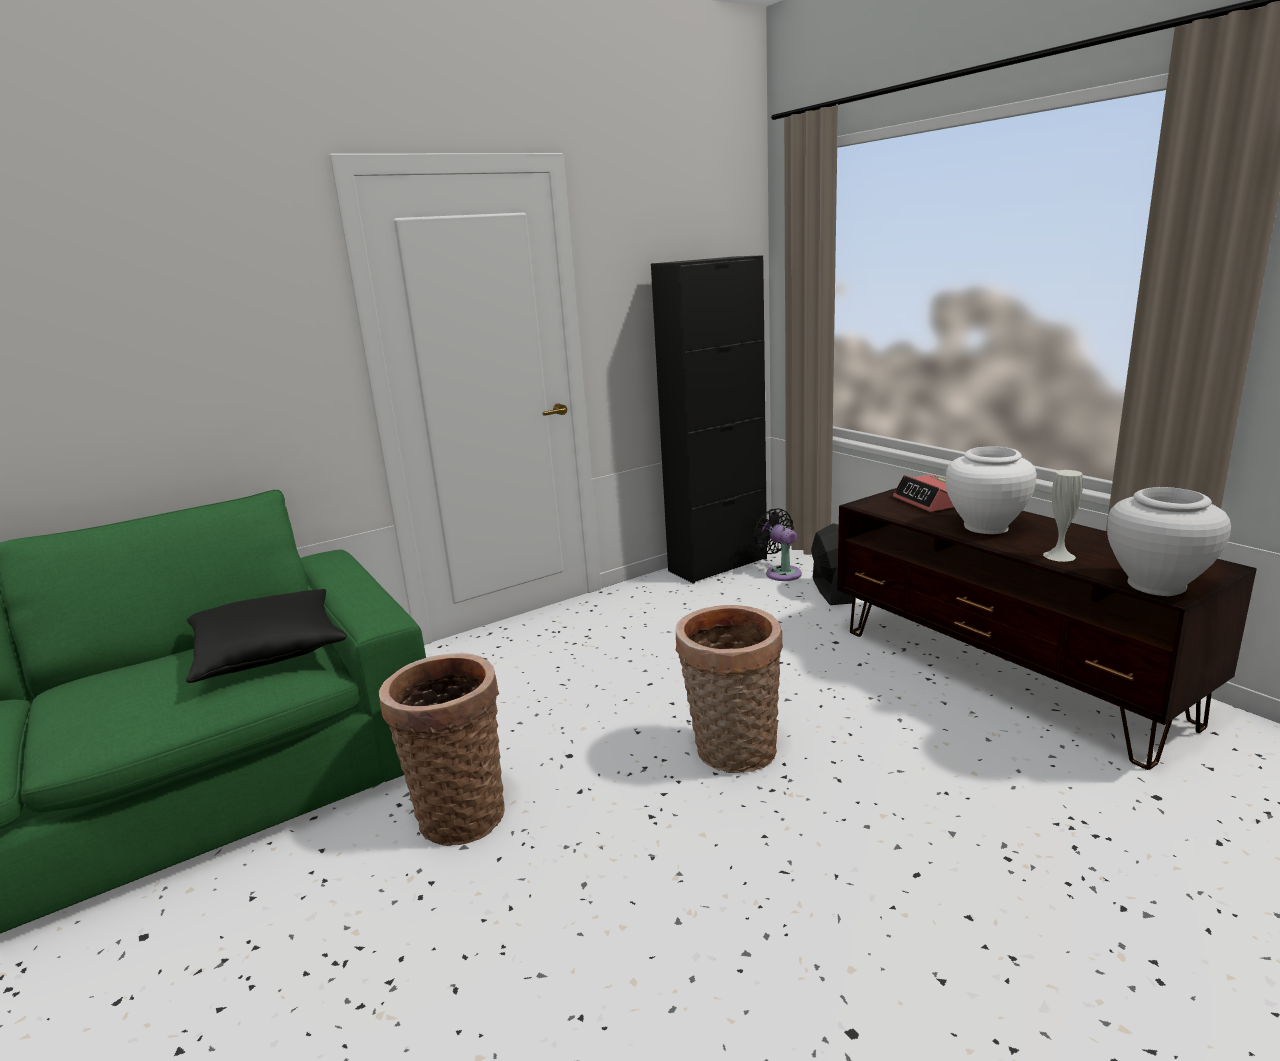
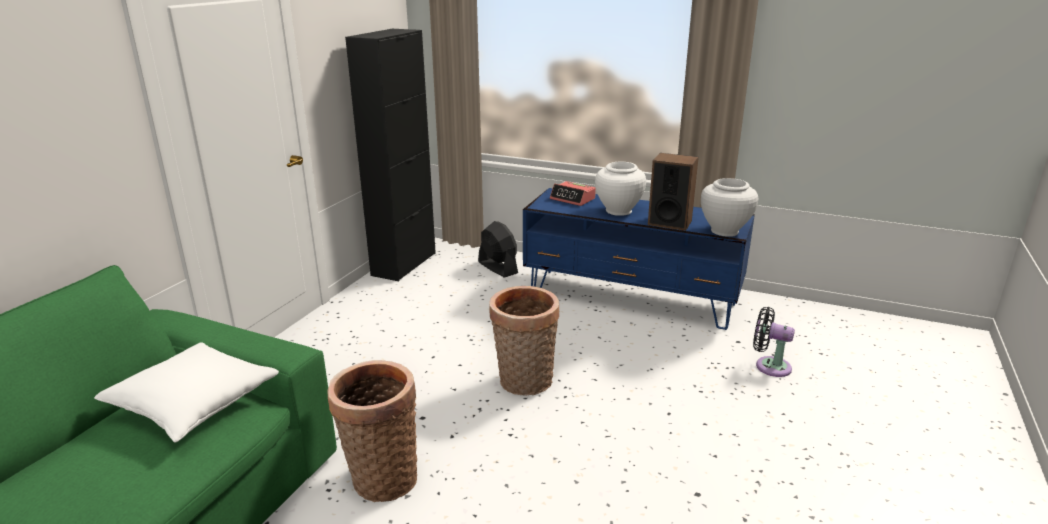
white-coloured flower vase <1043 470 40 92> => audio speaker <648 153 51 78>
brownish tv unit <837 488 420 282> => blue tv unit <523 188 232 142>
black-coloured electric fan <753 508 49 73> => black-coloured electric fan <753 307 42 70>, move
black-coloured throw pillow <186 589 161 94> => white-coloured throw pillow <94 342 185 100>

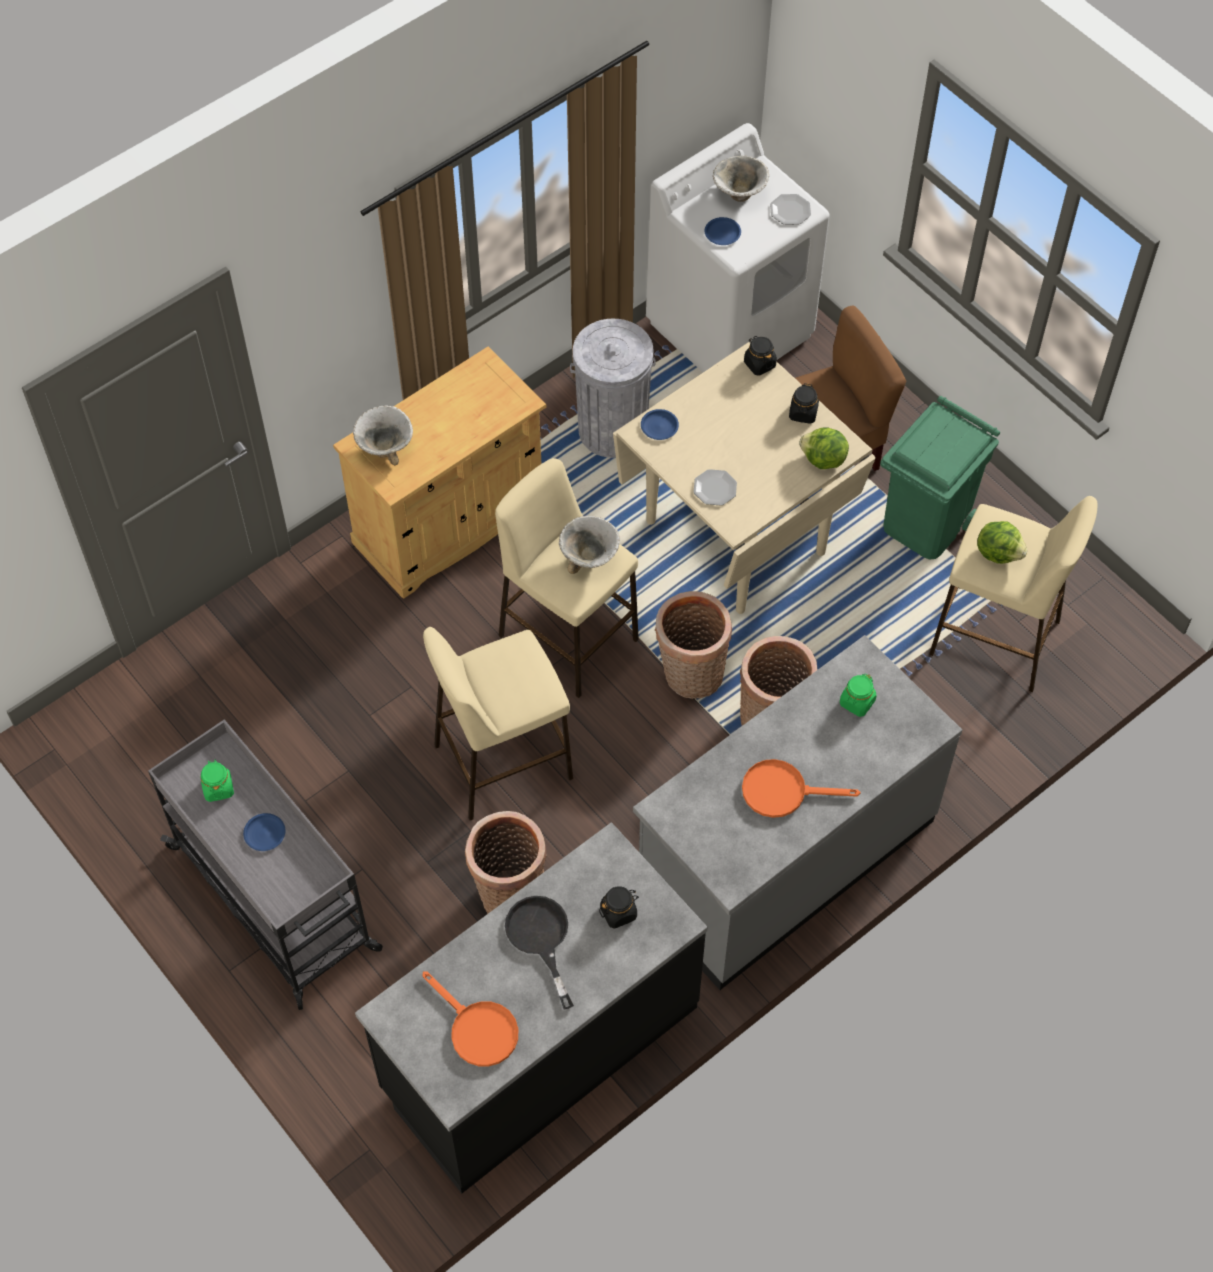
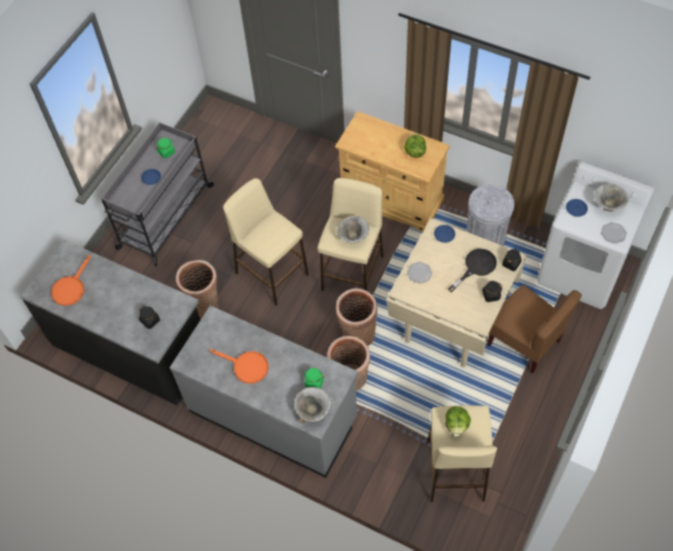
greenish trash can <880 396 120 164> => nothing
deep dish <353 405 60 60> => deep dish <294 387 37 36>, move
lettuce head <799 427 50 42> => lettuce head <404 134 22 24>, move
orangey pan <742 759 119 59> => orangey pan <210 349 58 35>, 135 degrees clockwise
black-coloured pan <505 896 69 113> => black-coloured pan <448 249 49 43>, move

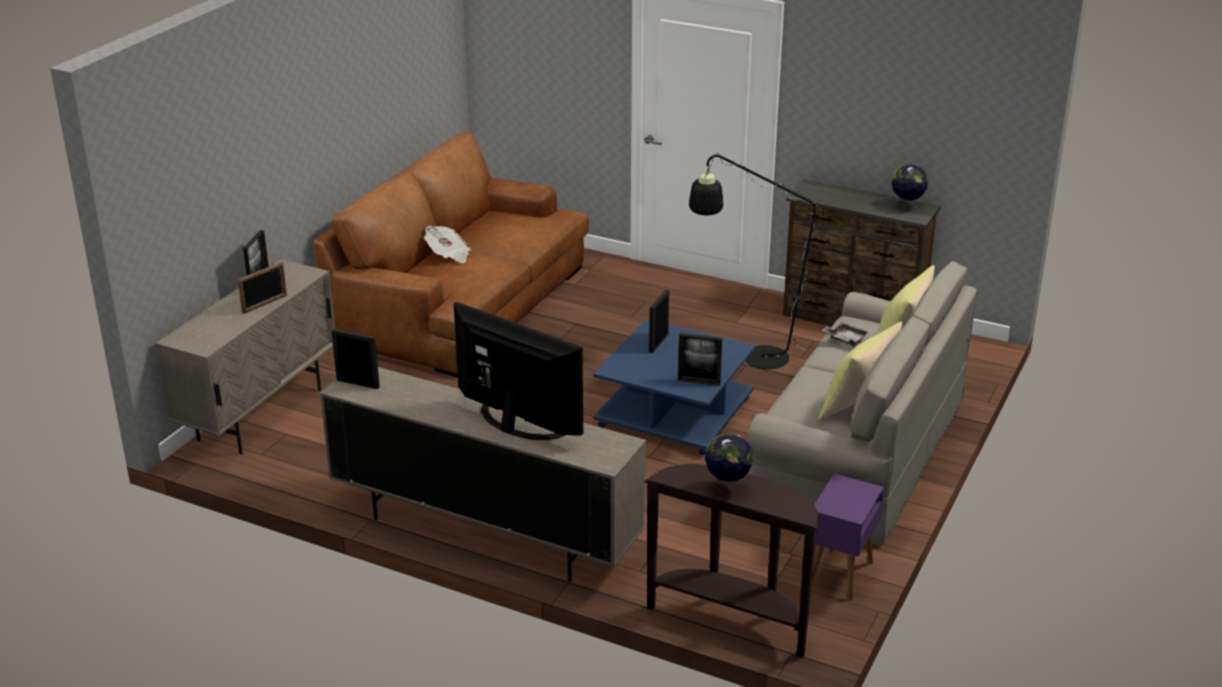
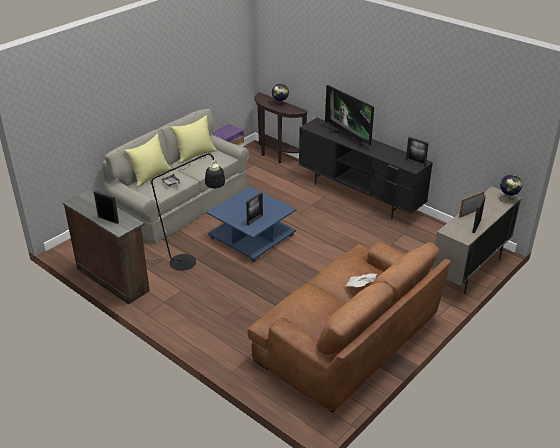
world globe <892 164 36 47> => world globe <500 175 22 26>, move
photo frame <678 333 44 53> => photo frame <94 190 25 34>, move
beige tv unit <320 367 326 215> => black-coloured tv unit <299 118 134 101>

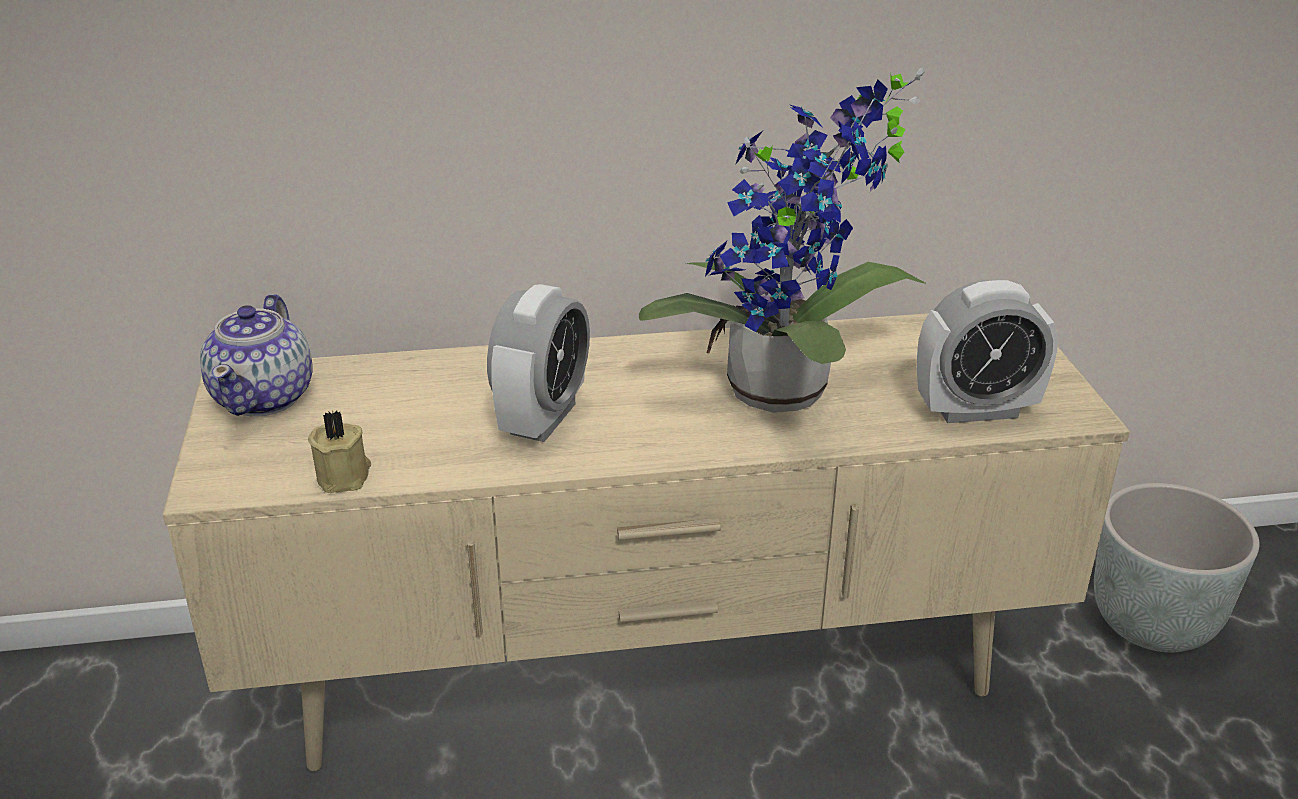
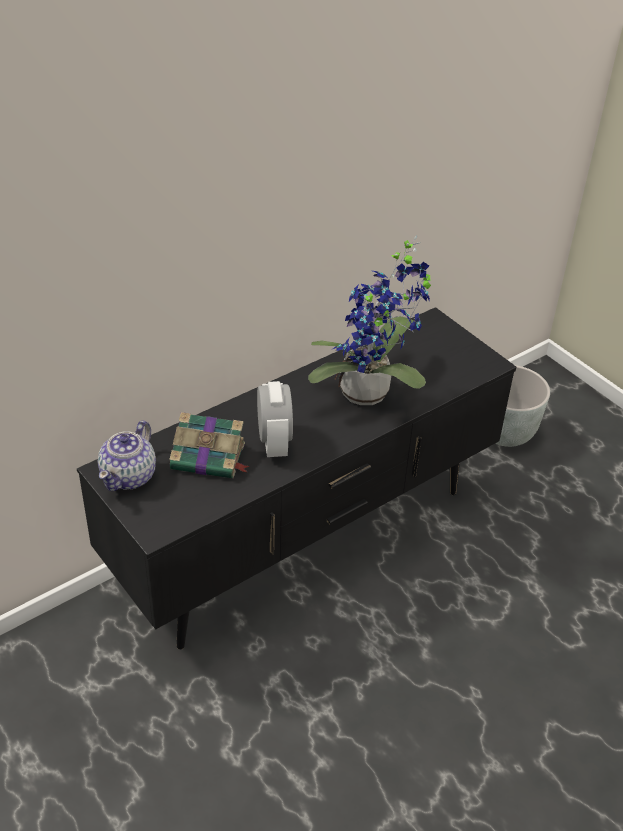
bedside clock <917 280 141 143> => nothing
pot for tea <200 294 113 122> => pot for tea <98 420 58 71>, 45 degrees clockwise
beige tv unit <163 313 967 458> => black-coloured tv unit <77 307 439 343>
beige candle <308 411 63 82> => nothing
nothing => book <169 412 81 66>

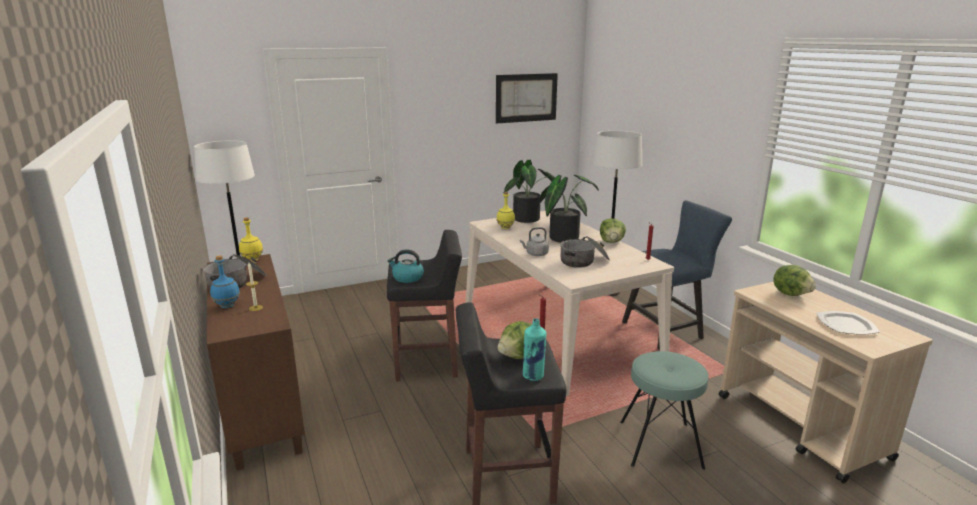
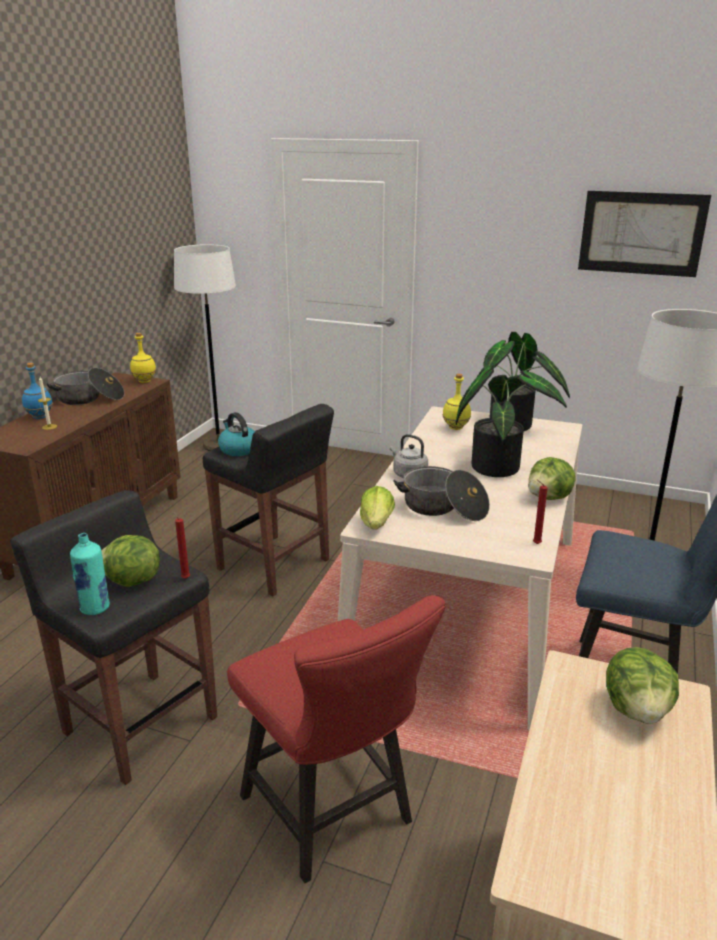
plate <816 311 64 24> => nothing
blue-green stool seat <620 351 89 119> => red chair <227 595 218 288>
nothing => lettuce head <360 486 35 44>

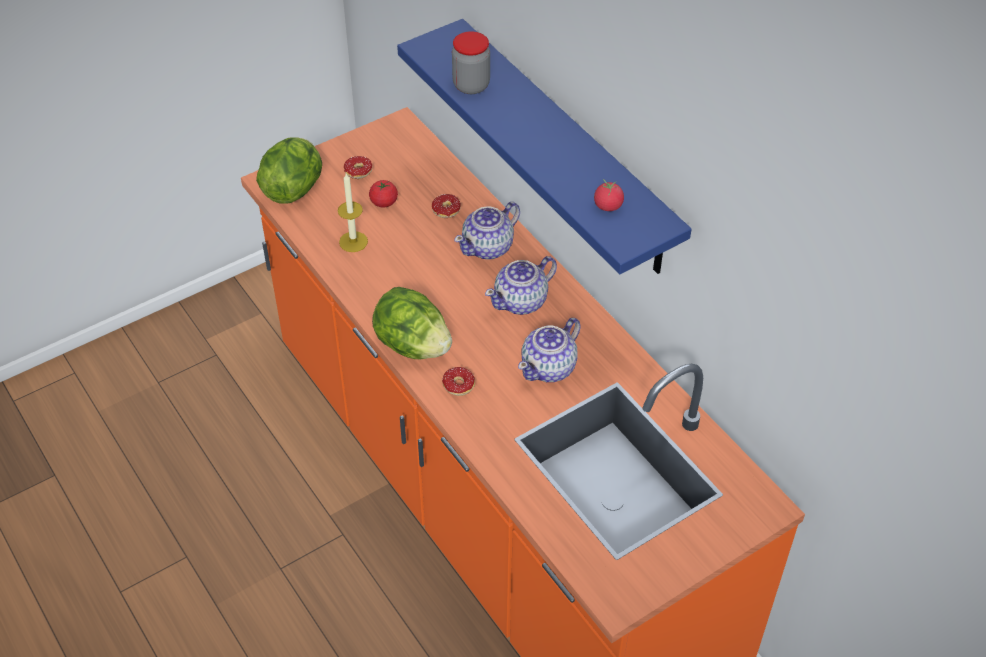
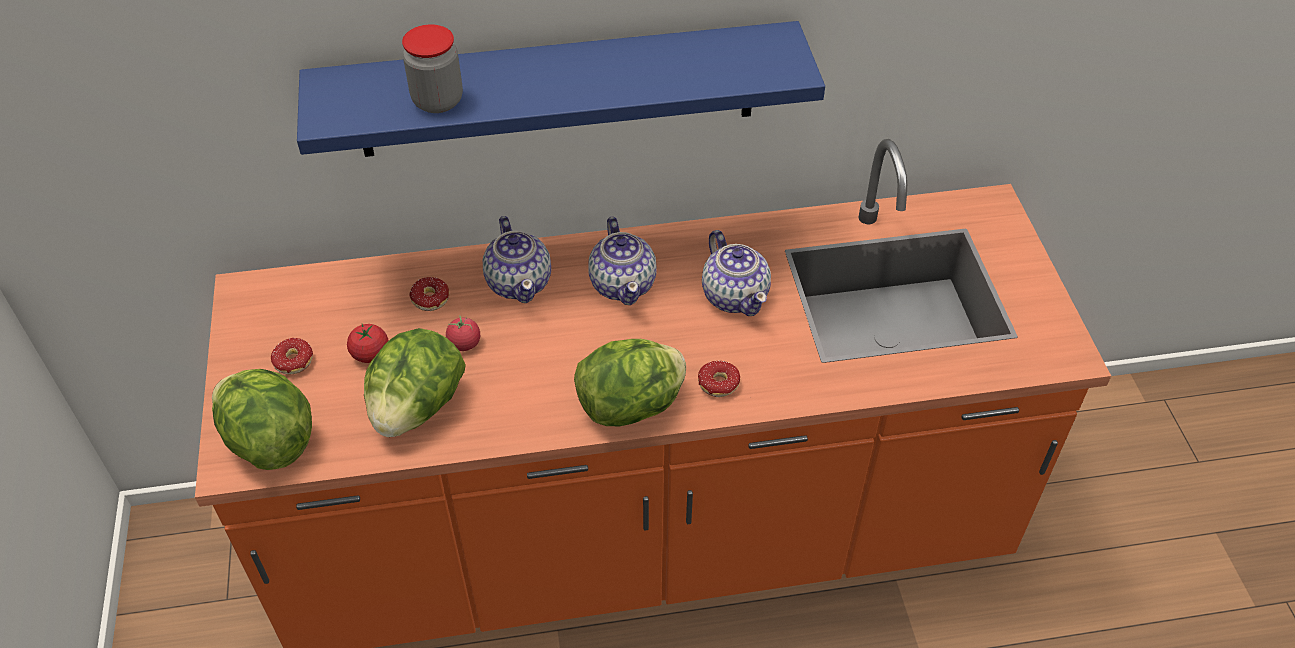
candle <338 173 30 79> => lettuce head <364 328 102 109>
tomato <594 179 30 32> => tomato <446 315 34 36>, move

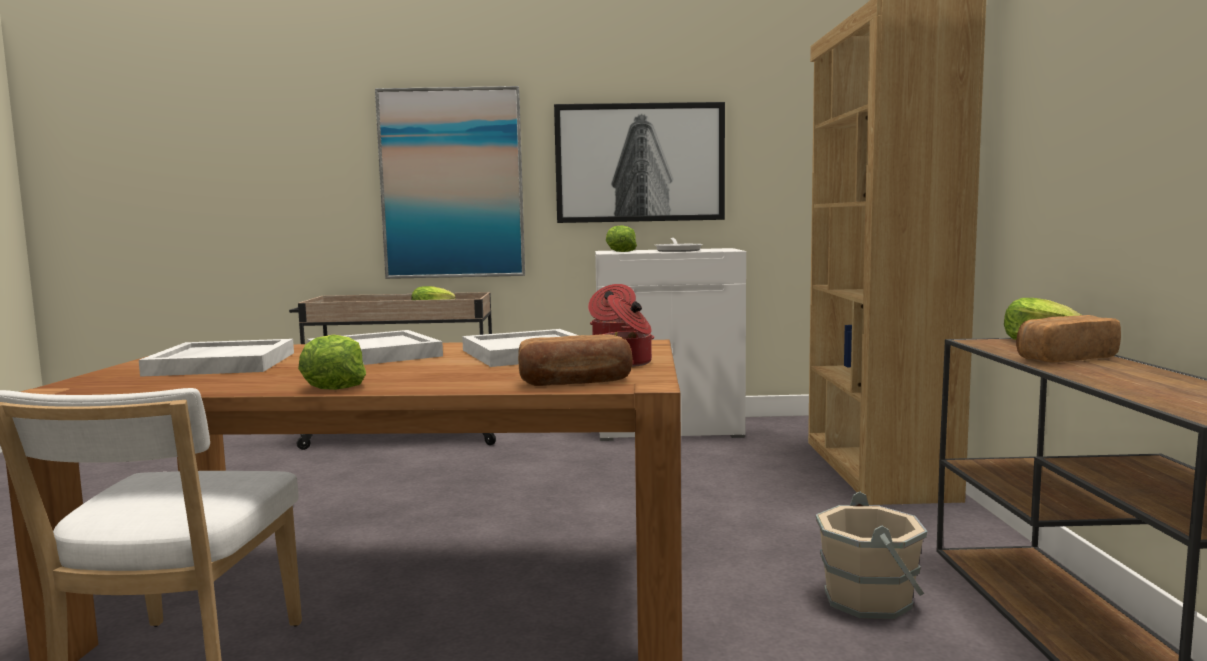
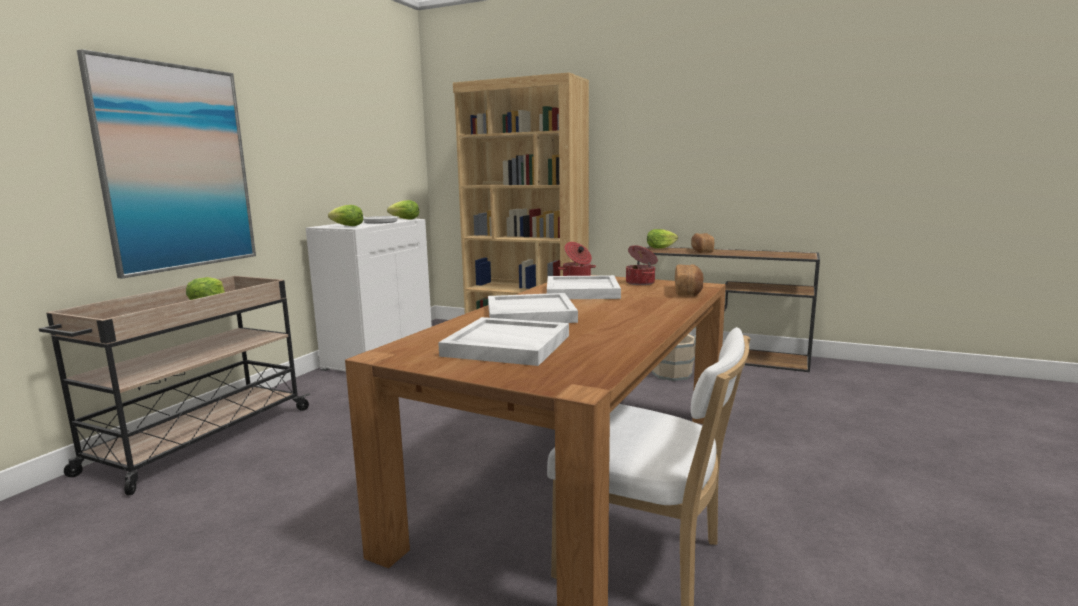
wall picture <554 102 171 121> => nothing
lettuce head <298 334 68 56> => lettuce head <387 200 32 20>, move

